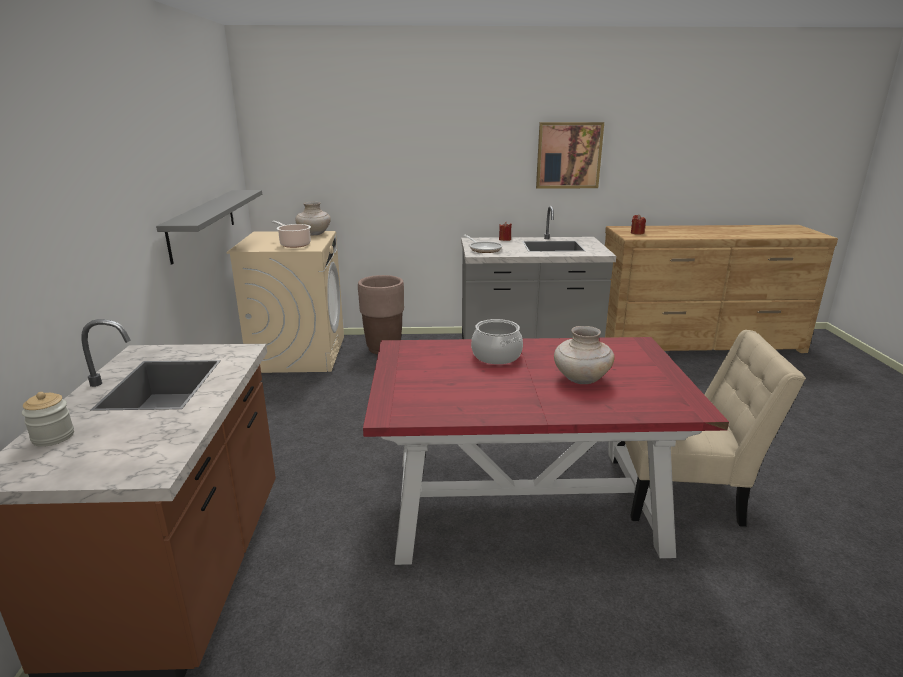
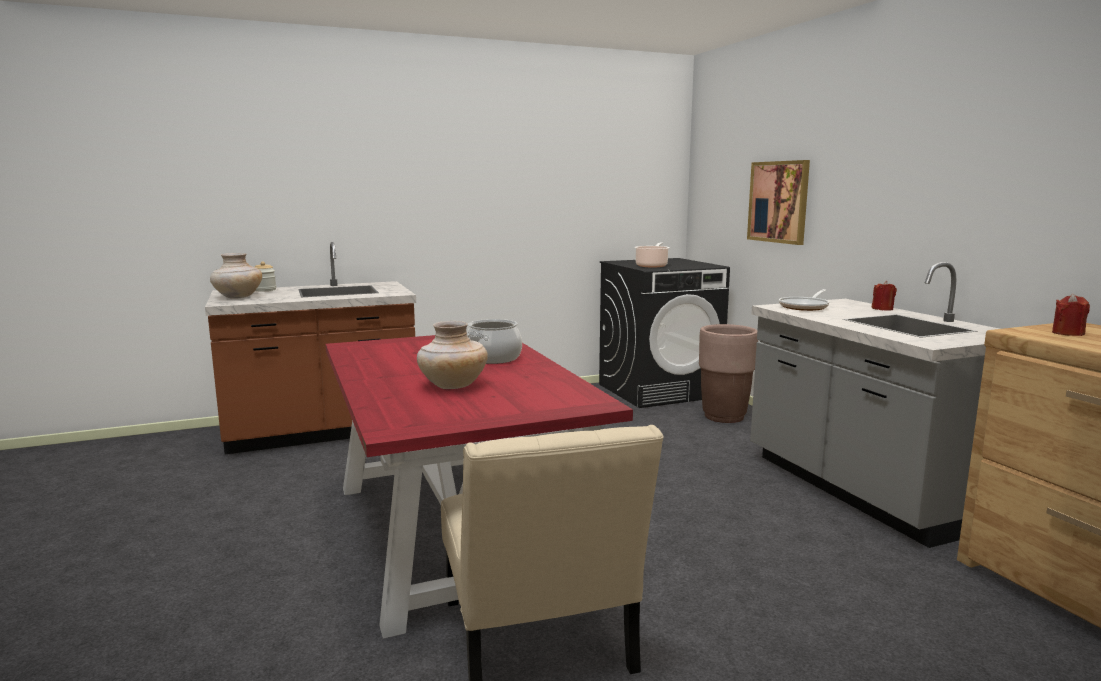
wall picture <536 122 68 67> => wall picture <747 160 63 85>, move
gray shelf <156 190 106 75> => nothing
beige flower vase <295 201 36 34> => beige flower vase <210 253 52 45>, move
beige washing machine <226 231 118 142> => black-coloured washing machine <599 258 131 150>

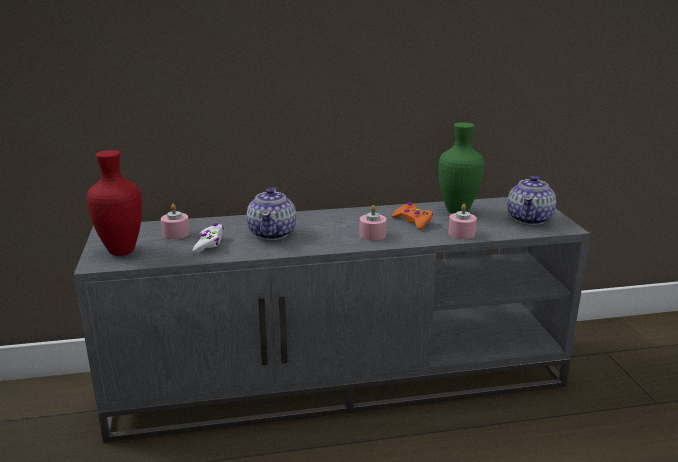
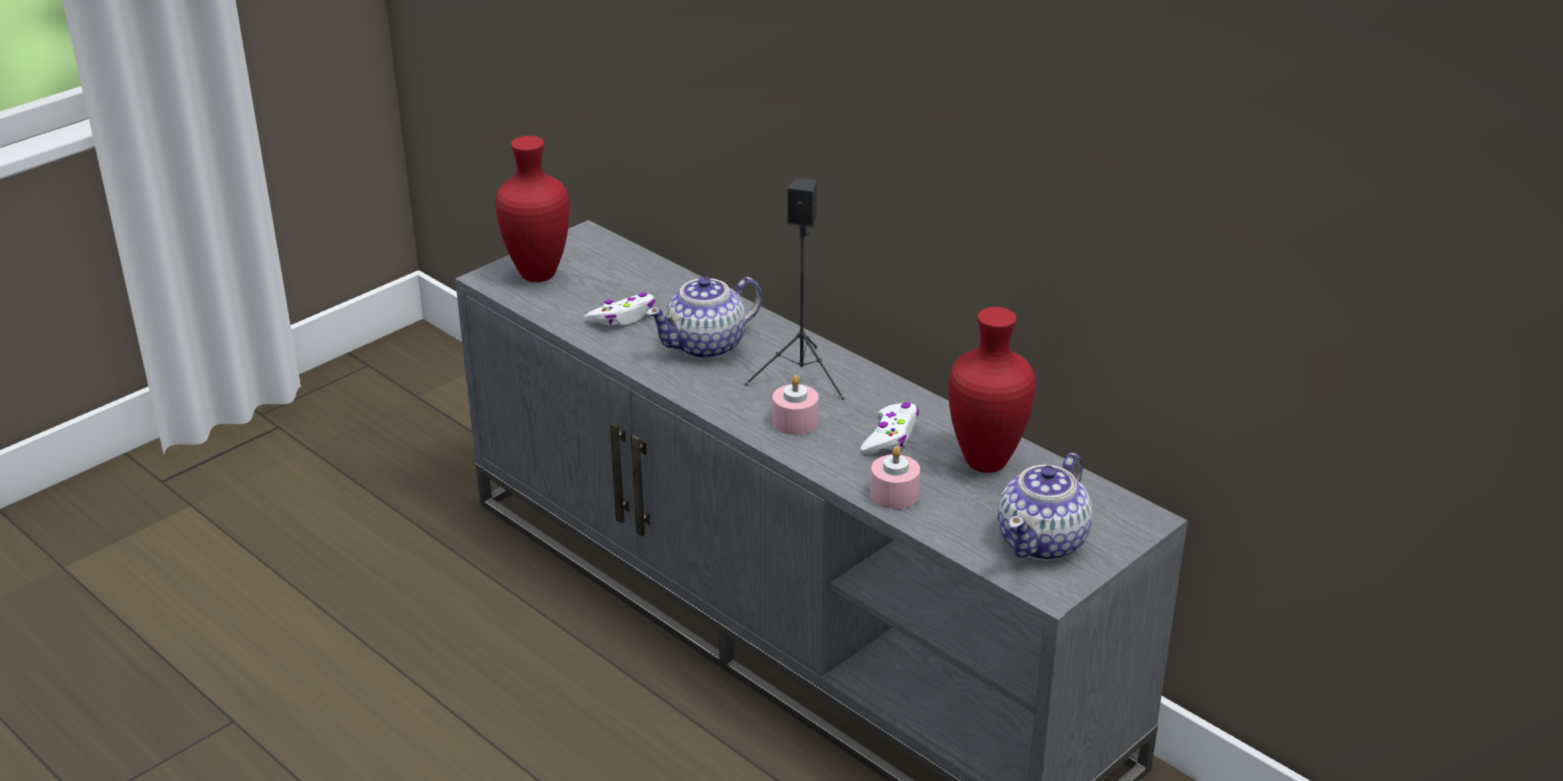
greenish flower vase <438 122 46 92> => red flower vase <948 307 87 166>
pot for tea <507 175 49 50> => pot for tea <998 453 94 108>, 45 degrees counterclockwise
orangey joypad <392 202 41 28> => white-coloured joypad <861 402 58 52>
pink candle <161 204 29 35> => nothing
nothing => black-coloured audio speaker <745 178 99 222>

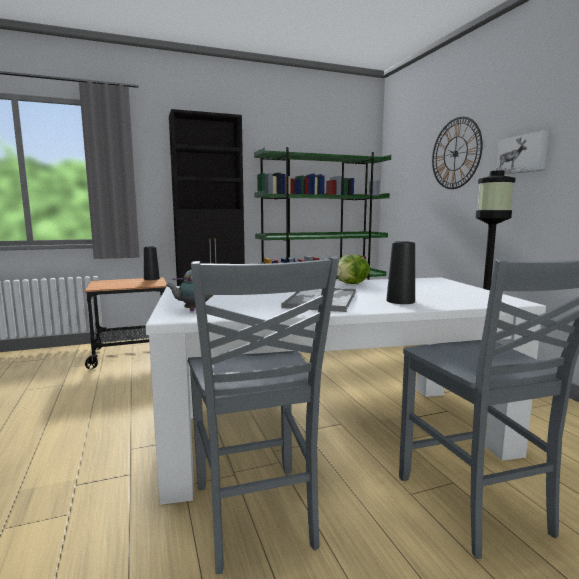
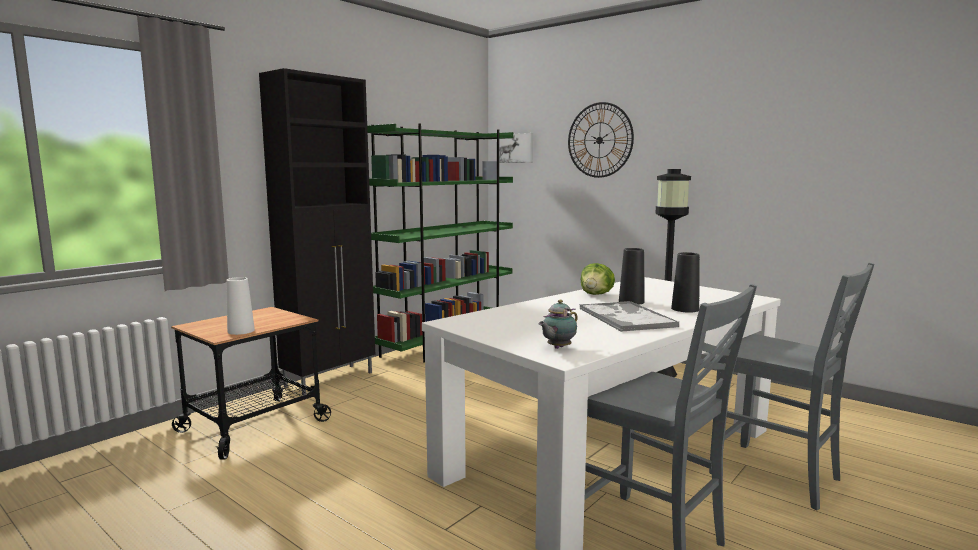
wall picture <496 130 53 45> => wall picture <499 133 34 30>, move
black-coloured flower vase <144 246 16 34> => black-coloured flower vase <619 248 26 57>, move
nothing => white-coloured flower vase <226 277 29 58>

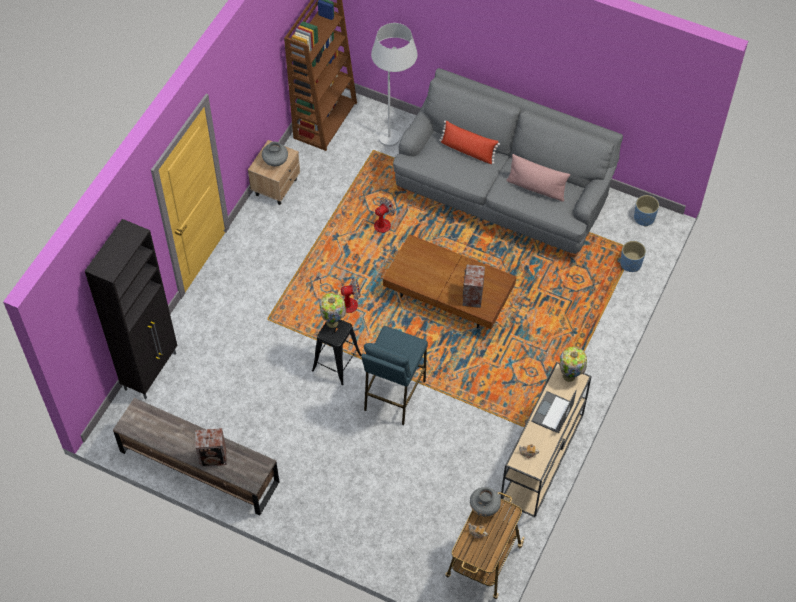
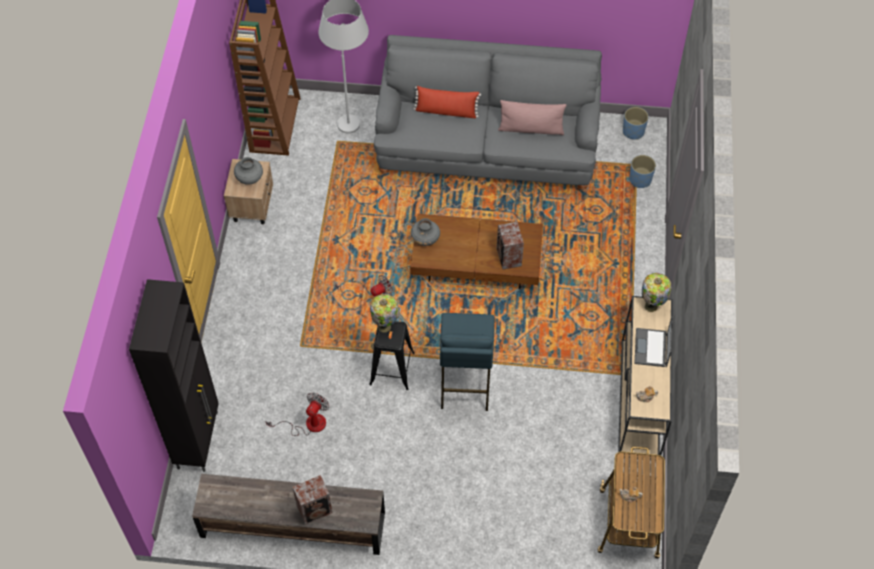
electric fan <342 197 53 36> => electric fan <265 393 64 43>, move
gray flower vase <470 487 31 29> => gray flower vase <411 218 29 28>, move

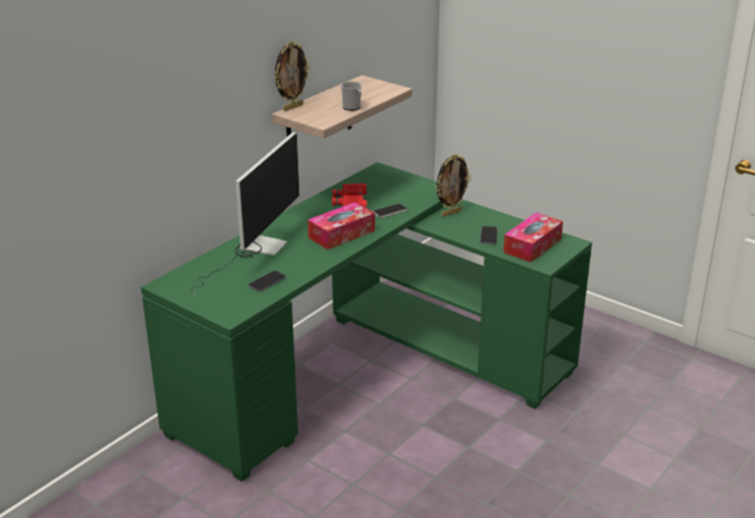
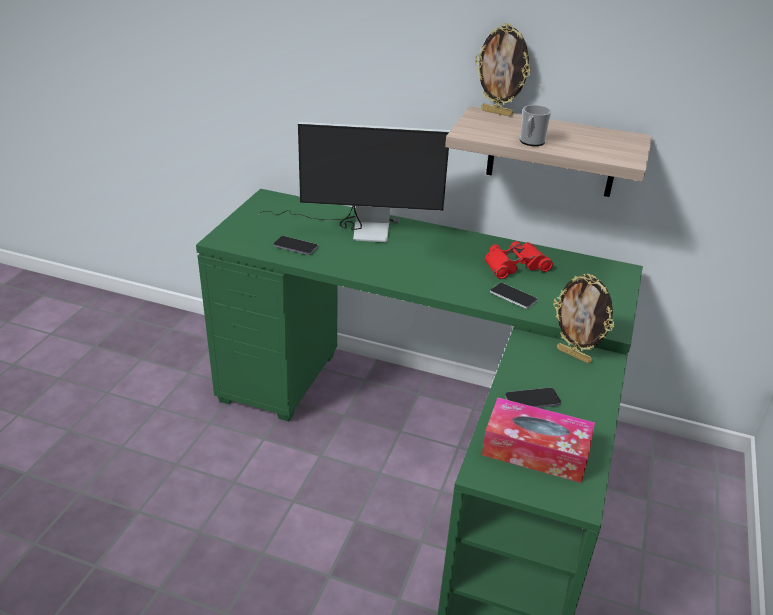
box of tissues <308 202 67 48> => nothing

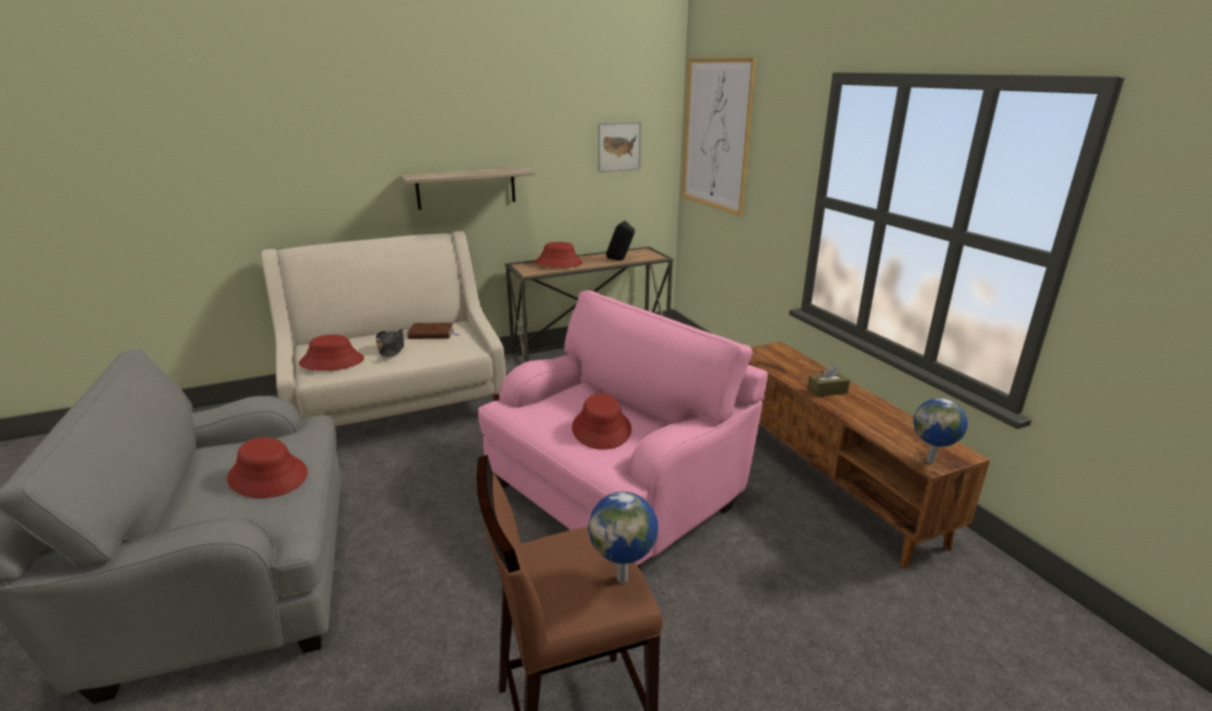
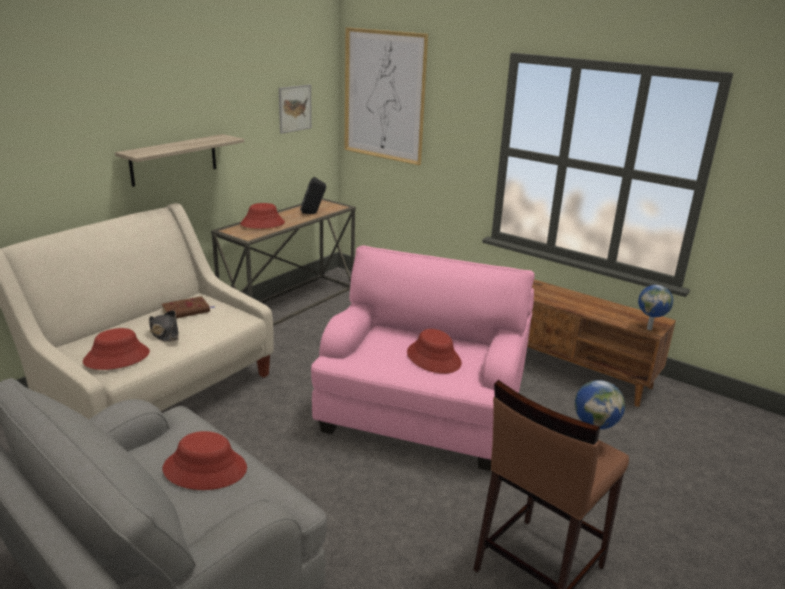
brownish box of tissues <807 365 43 32> => nothing

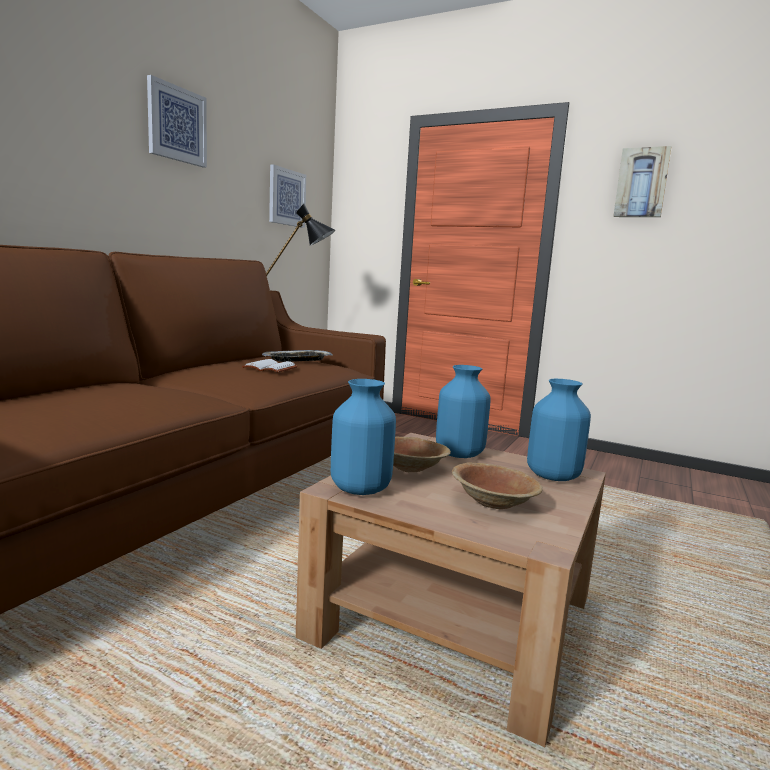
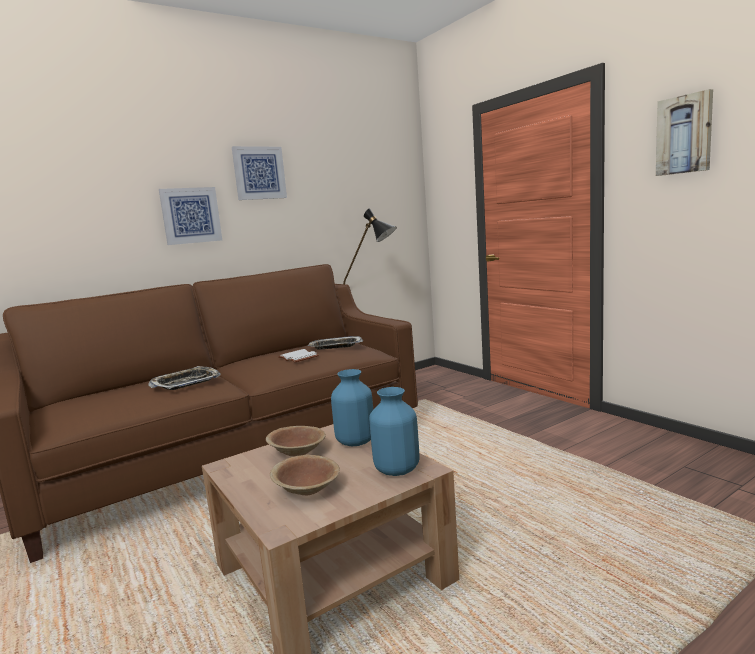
wall picture <269 164 37 64> => wall picture <159 187 63 58>, move
blue flower vase <331 379 65 116> => nothing
nothing => tray <148 366 73 24>

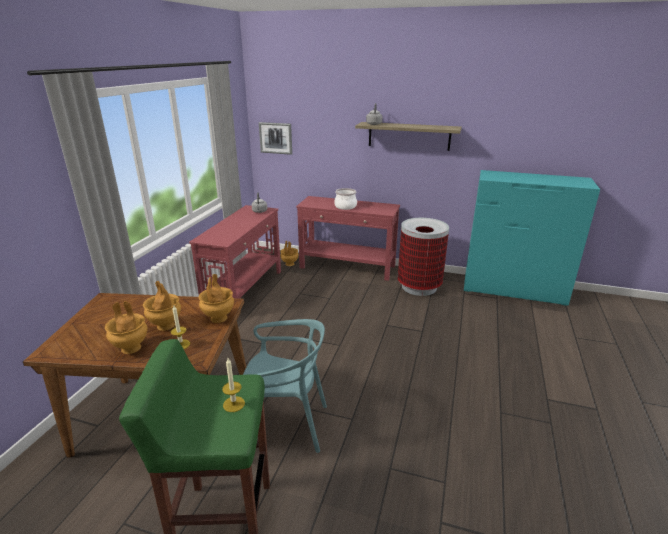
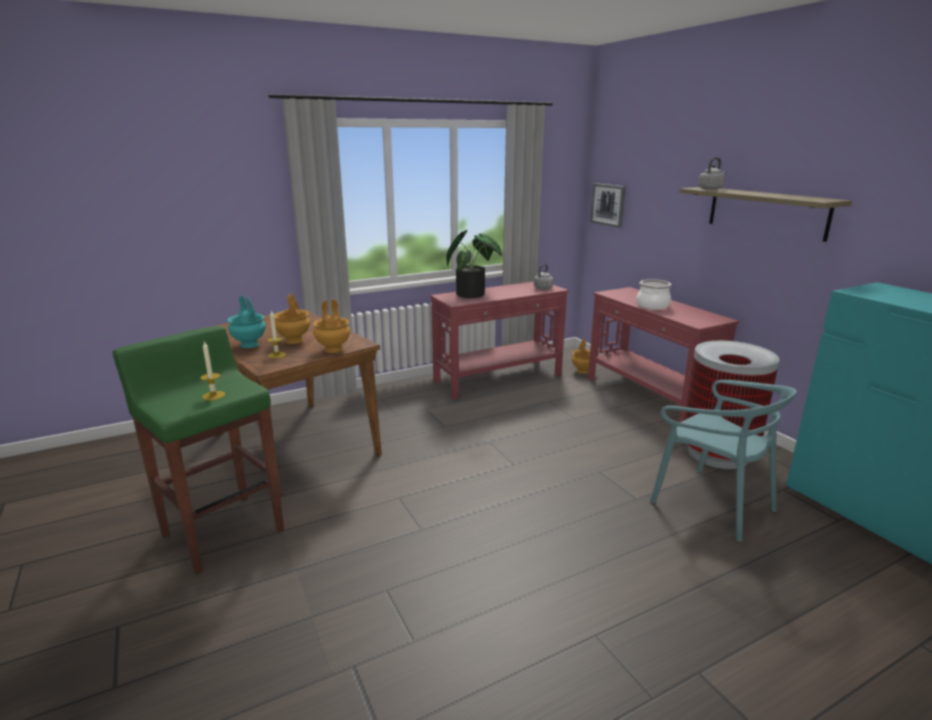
brownish flower vase <105 301 42 53> => blue-green flower vase <227 296 39 52>
blue-green chair <243 319 84 134> => blue-green chair <650 380 147 162>, move
nothing => potted plant <446 230 56 68>

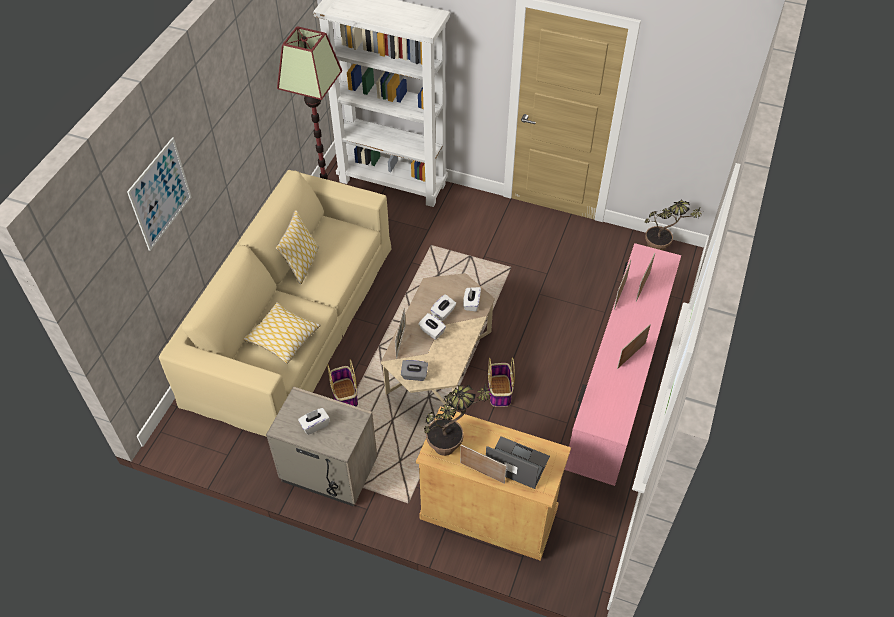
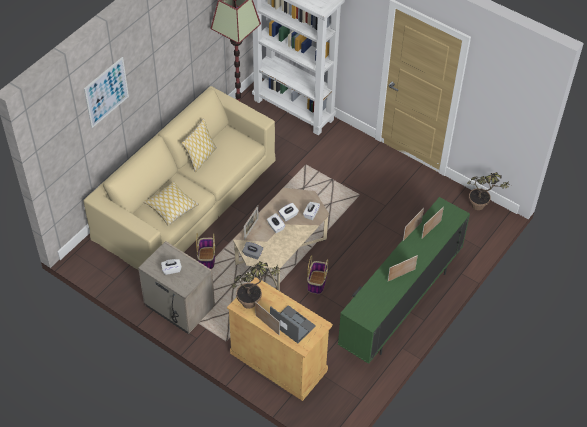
pink tv unit <565 243 116 243> => greenish tv unit <338 197 132 167>

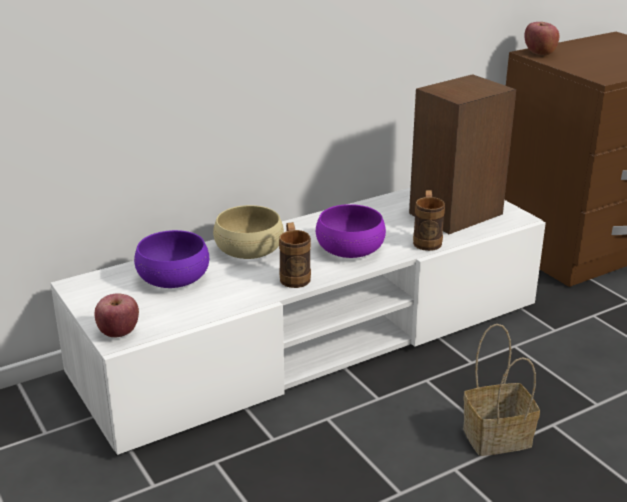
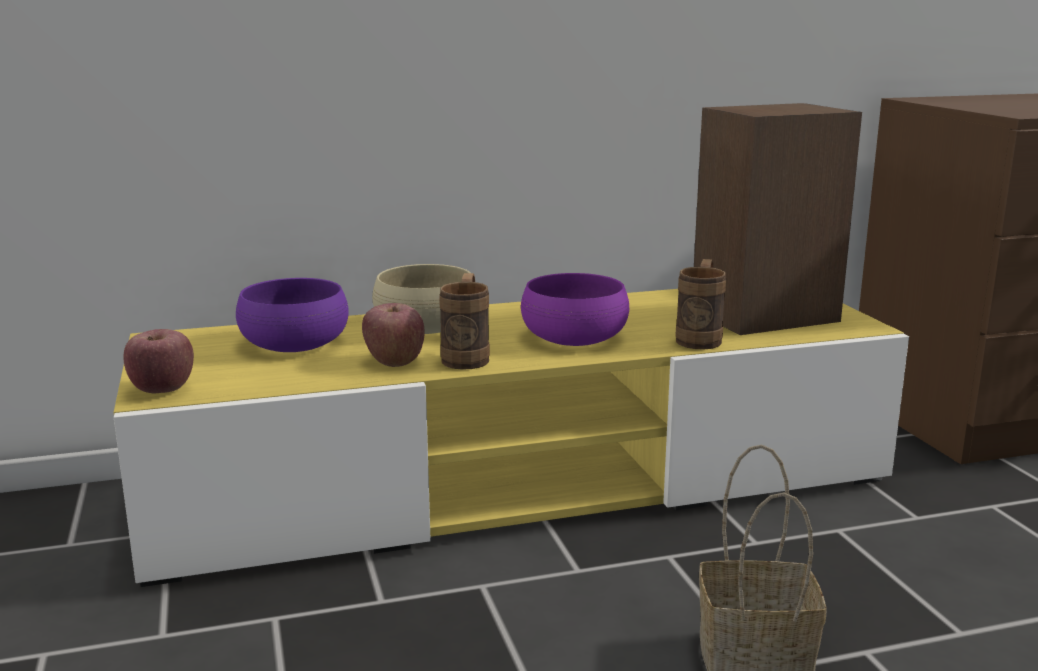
apple fruit <524 22 35 34> => apple fruit <362 303 63 64>, move
white-coloured tv unit <50 187 496 269> => yellow-coloured tv unit <114 289 795 298>

